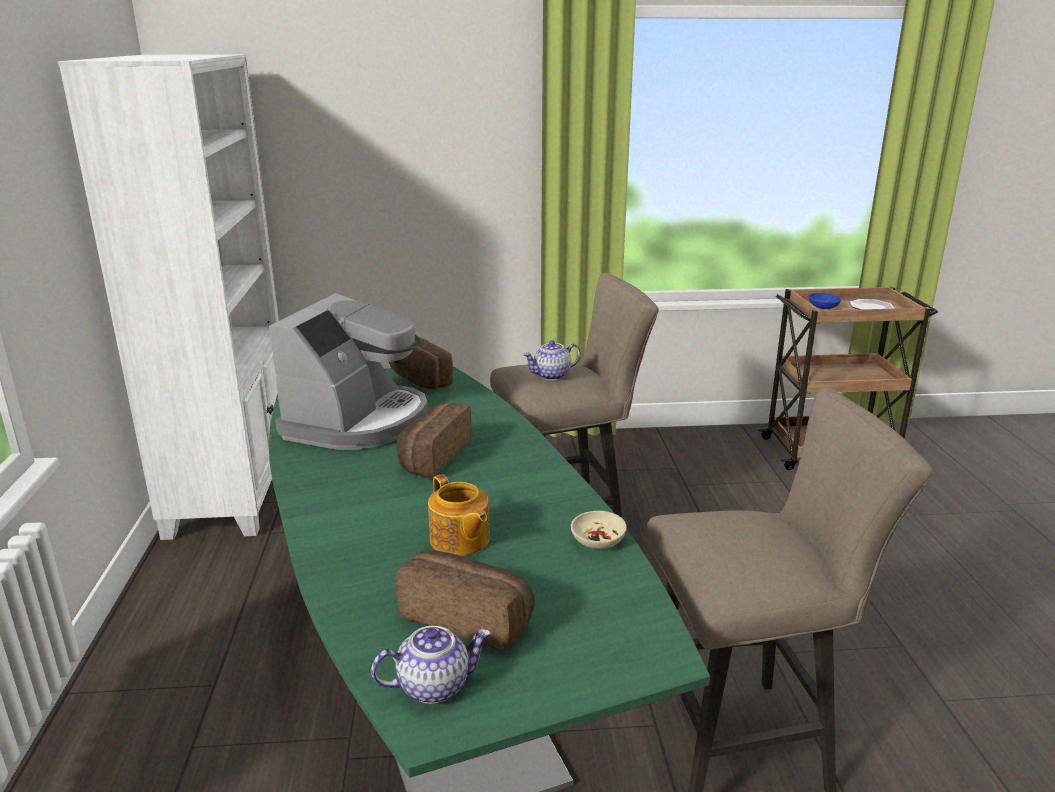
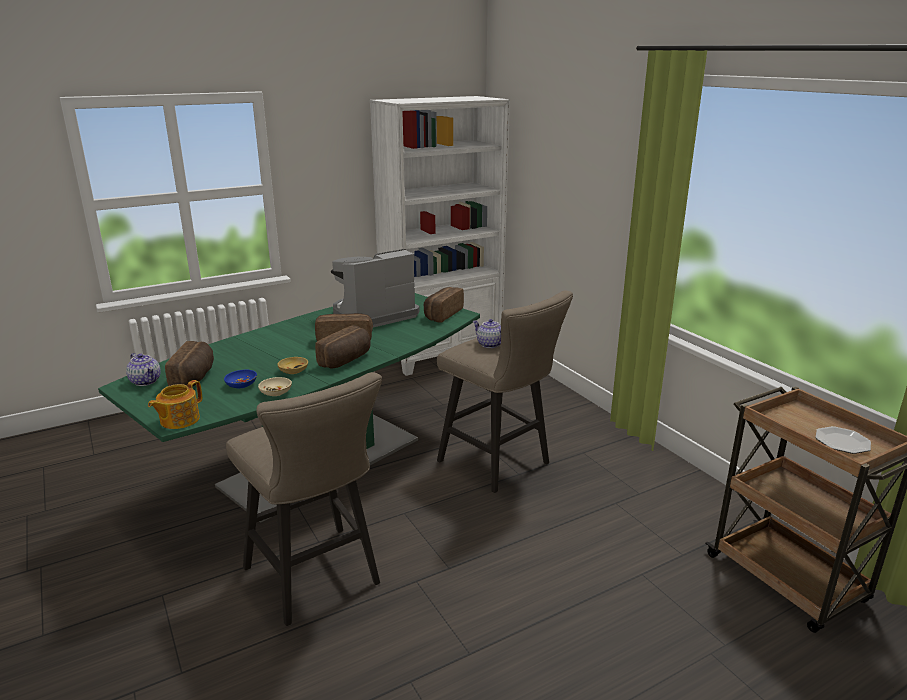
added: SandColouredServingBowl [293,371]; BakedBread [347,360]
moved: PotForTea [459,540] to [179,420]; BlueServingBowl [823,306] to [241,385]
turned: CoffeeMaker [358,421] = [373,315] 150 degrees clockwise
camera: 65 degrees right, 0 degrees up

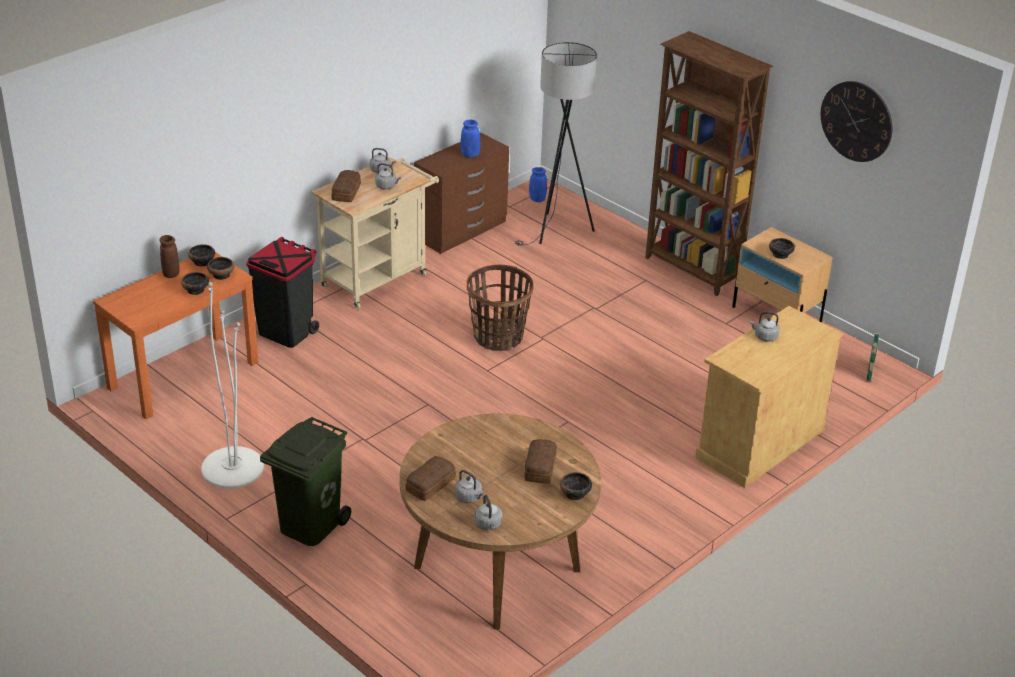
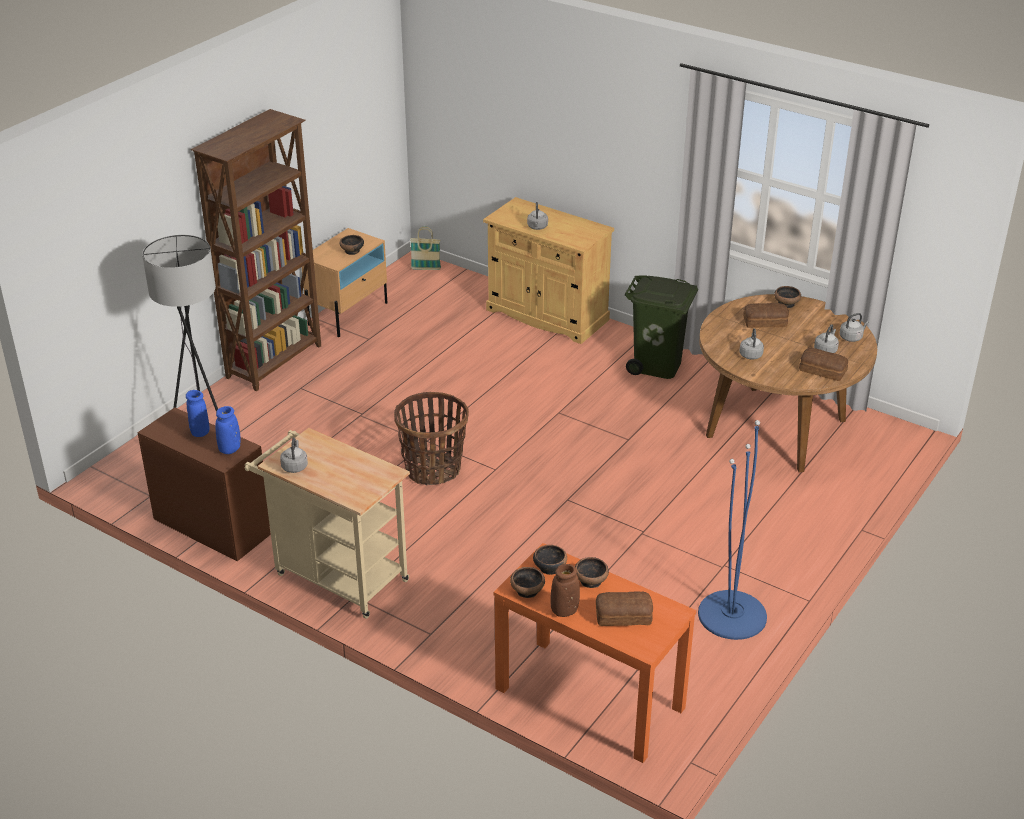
removed: BlackRubbishBin [286,332]; ClockOnTheWall [856,121]
moved: GreenRubbishBin [309,525] to [657,366]; BakedBread [347,192] to [622,615]; GreyishWaterKettle [387,186] to [750,354]; BlueFlowerVase [537,199] to [229,449]
recoloured: WhiteStandingLamp [232,468] to BlueStandingLamp [732,615]
camera: 100 degrees left, 0 degrees up

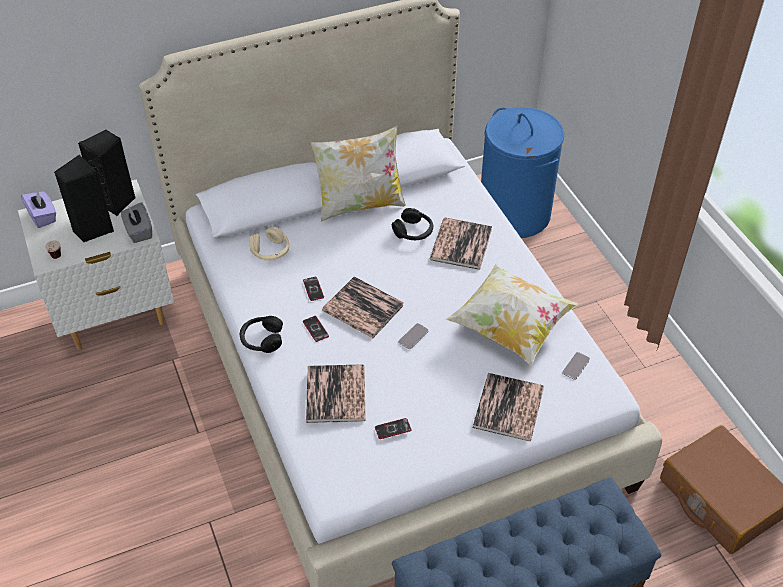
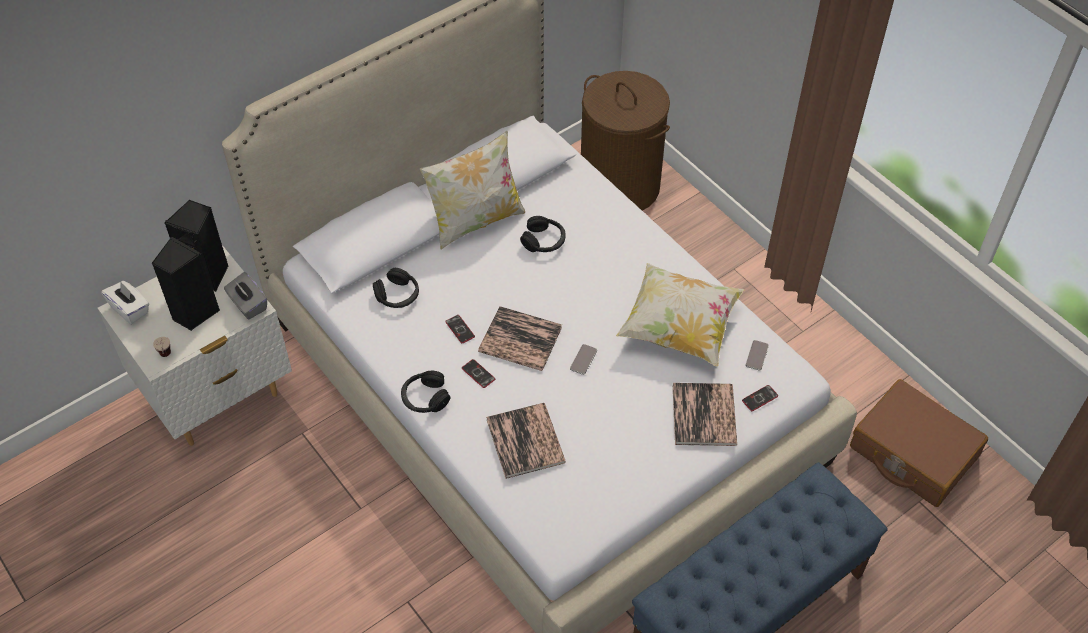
removed: Volume [461,244]
moved: Handset [393,429] to [760,398]
recoloured: PurpleBoxOfTissues [42,216] to WhiteBoxOfTissues [130,309]; SandColouredHeadset [270,251] to BlackHeadset [397,295]; BlueWashingBasket [514,214] to BrownishWashingBasket [620,186]
camera: 15 degrees left, 5 degrees up

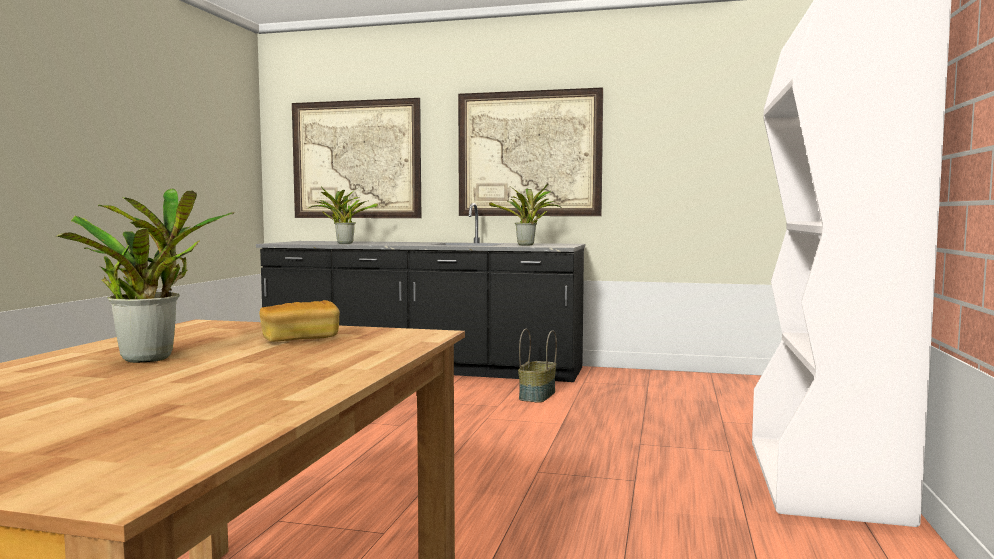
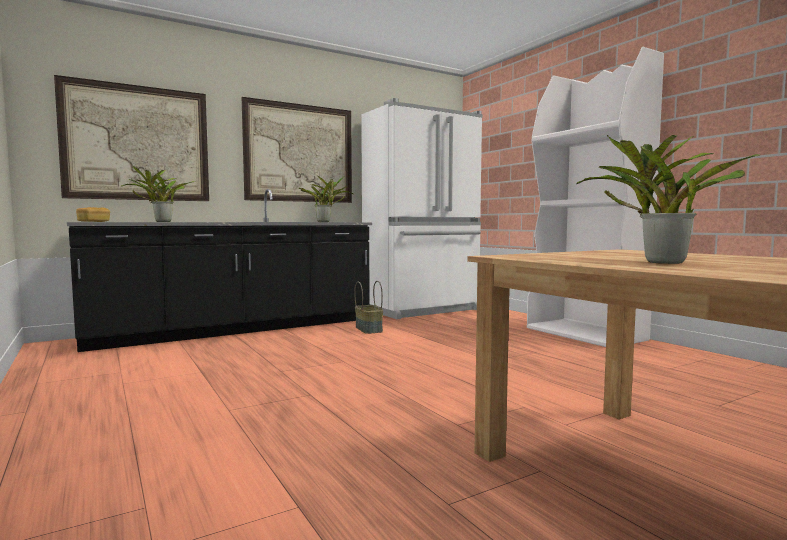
added: WhiteFridge [423,310]
moved: BakedBread [300,339] to [94,221]
camera: 45 degrees left, 0 degrees up

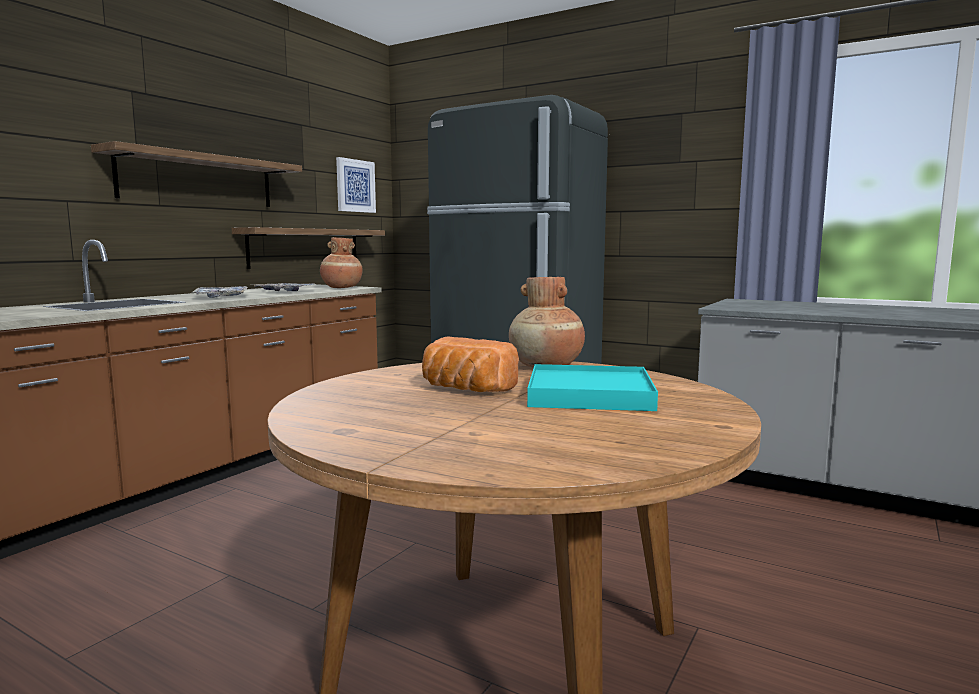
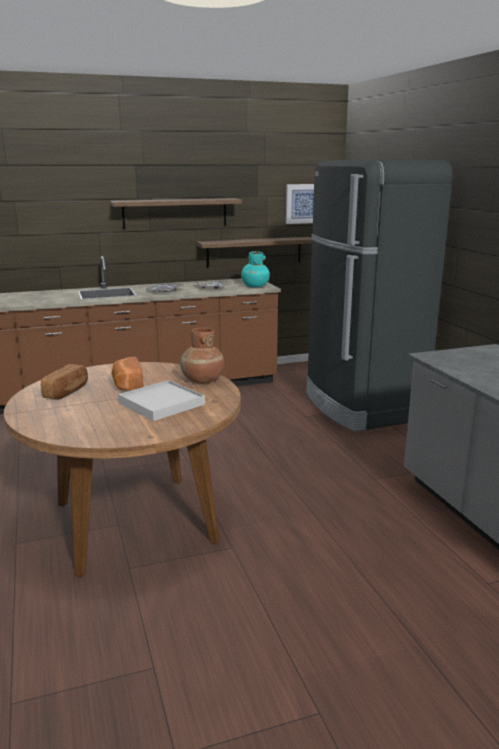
added: BakedBread [67,392]
recoloured: BrownishFlowerVase [341,287] to BlueGreenFlowerVase [255,286]; BlueGreenTray [589,394] to WhiteTray [161,403]
camera: 40 degrees right, 10 degrees up

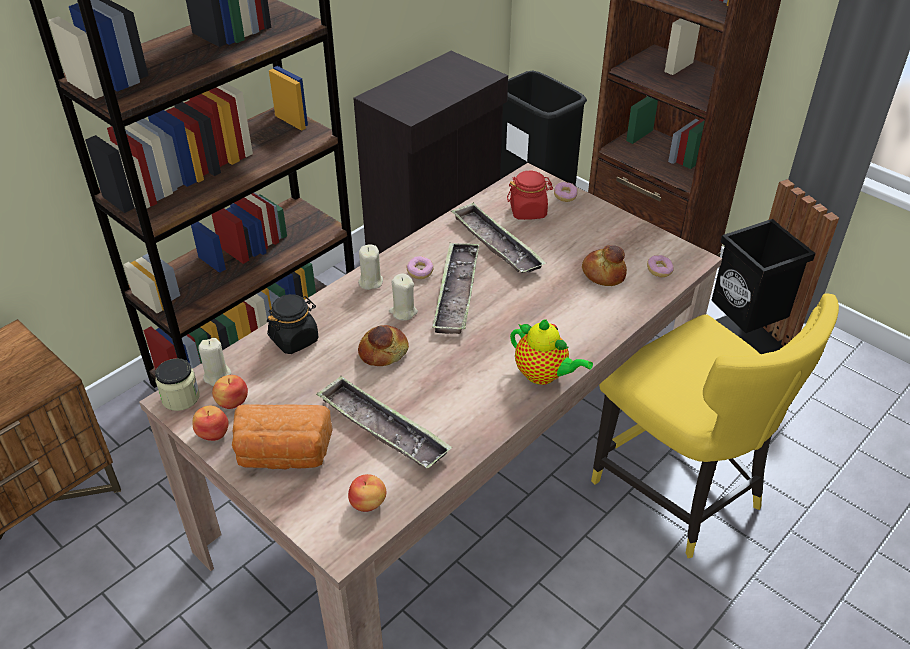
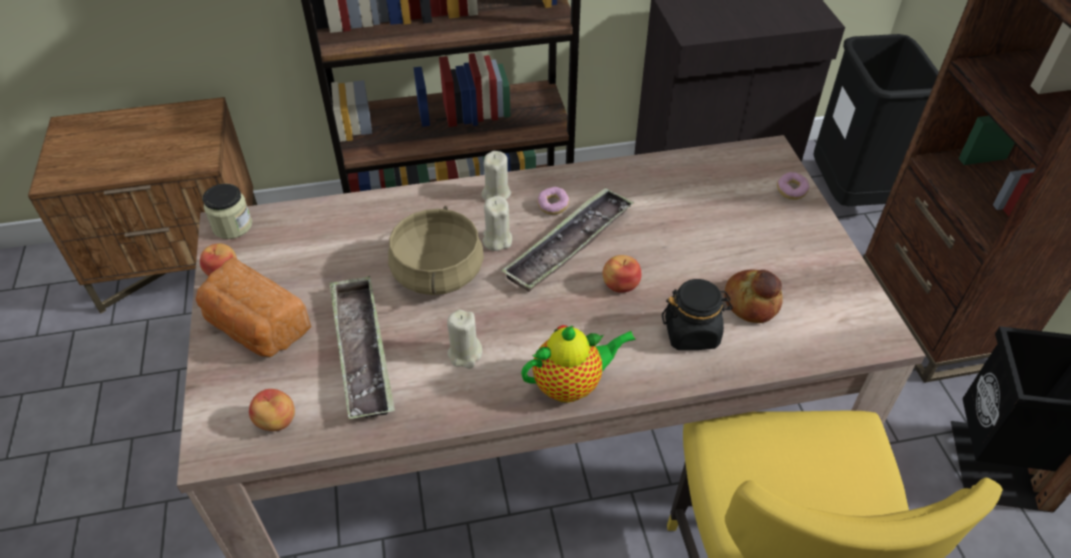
removed: Tray [496,244]; RedColouredStorageJar [528,211]; Doughnut [659,271]
moved: SandColouredWaxLight [217,376] to [465,354]; WholeApple [232,401] to [620,284]; BlackStorageJar [294,339] to [692,333]
replaced: BakedBread [383,352] to SandColouredCookingPot [438,273]
turned: PotForTea [543,375] = [571,384] 90 degrees counterclockwise
camera: 35 degrees right, 5 degrees up

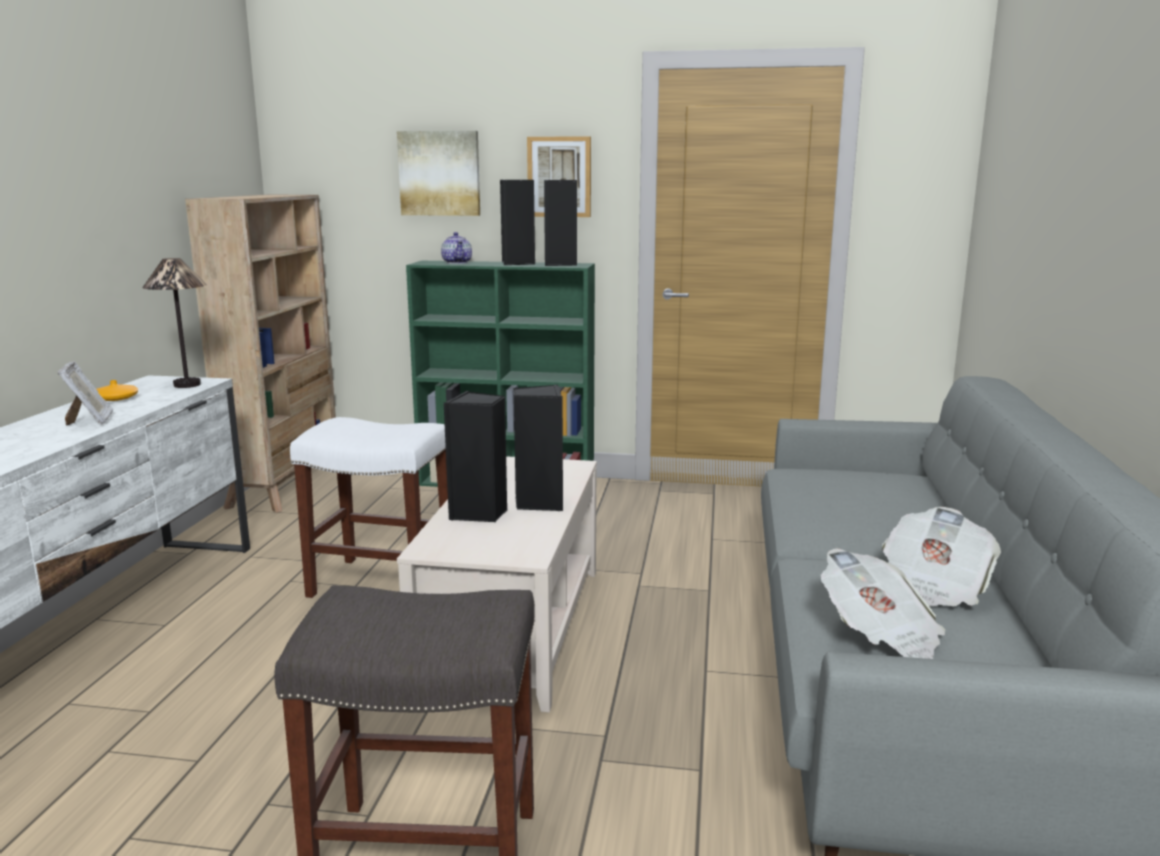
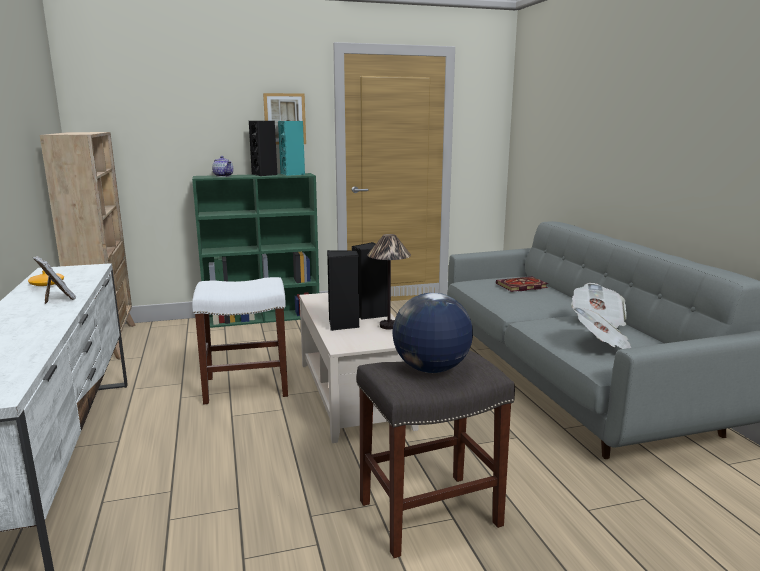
removed: Picture [440,173]
added: DeskGlobe [431,369]; Volume [521,286]
moved: TabletopLamp [187,385] to [388,326]
recoloured: BlackSpeaker [560,264] to BlueGreenSpeaker [293,174]
camera: 25 degrees left, 0 degrees up

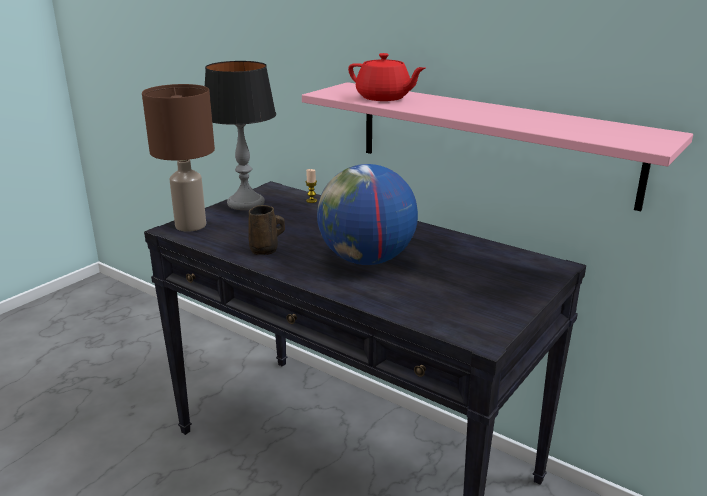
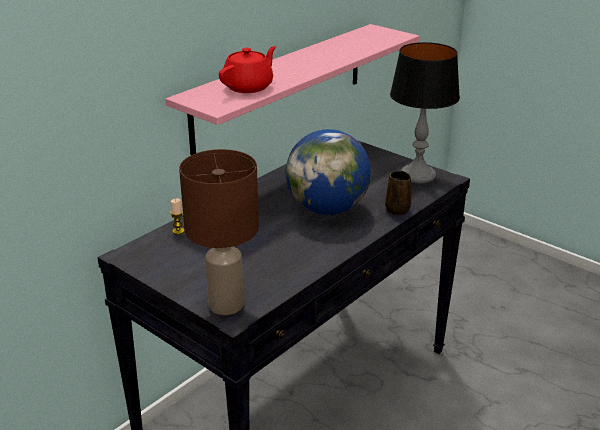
moved: TabletopLamp [246,203] to [417,175]; BrownishMug [265,250] to [397,209]
camera: 85 degrees left, 5 degrees up

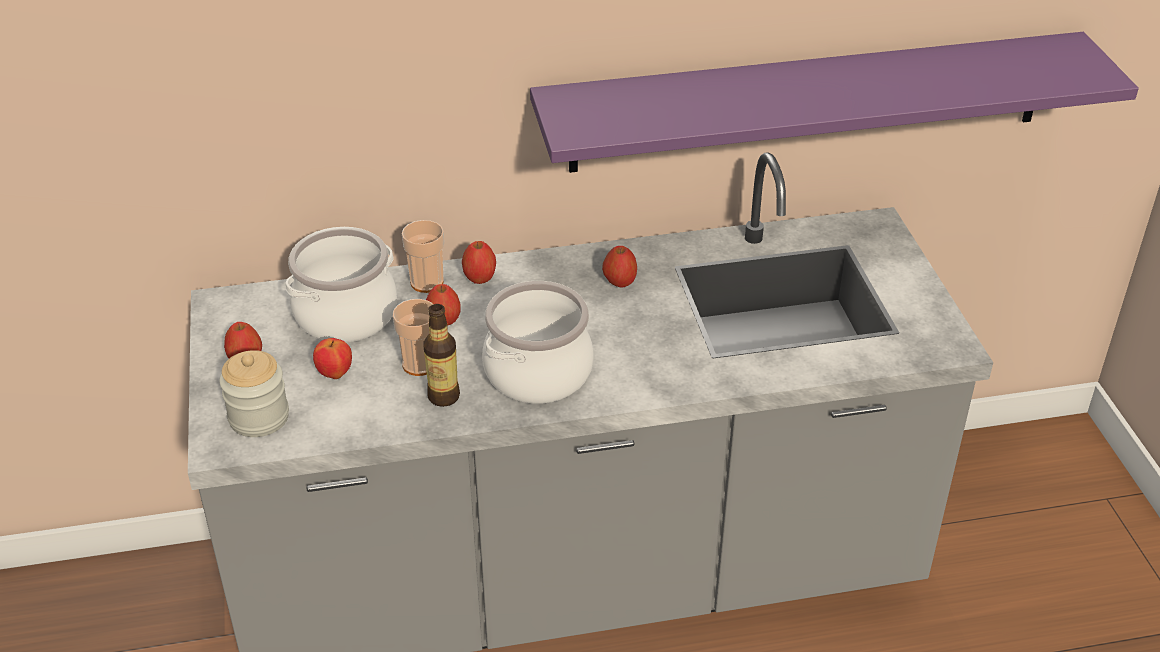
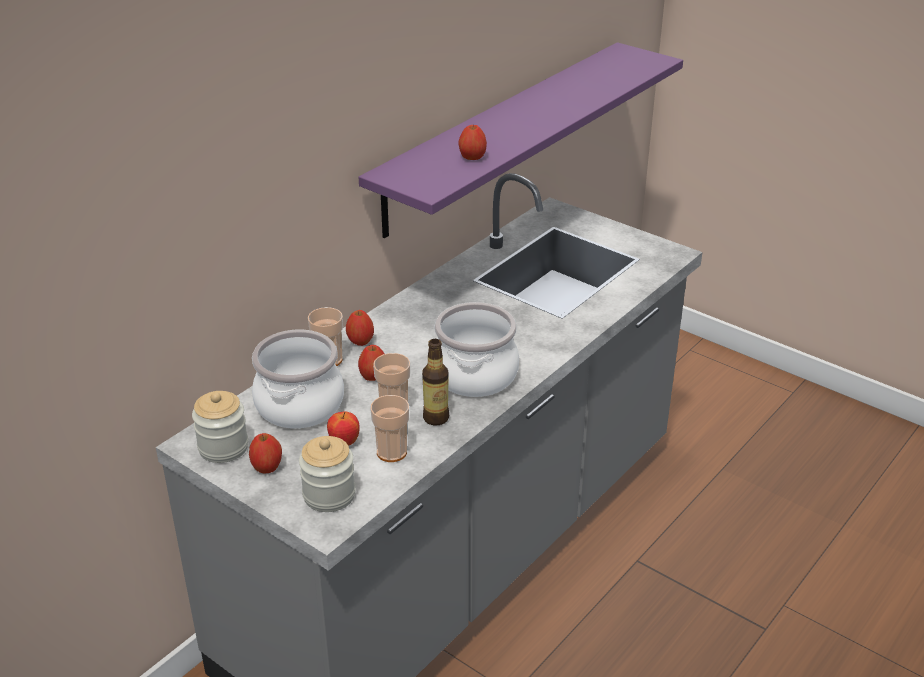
added: StorageJar [223,447]; SmallCup [391,452]
moved: WholeApple [619,282] to [472,158]
camera: 40 degrees left, 5 degrees down

